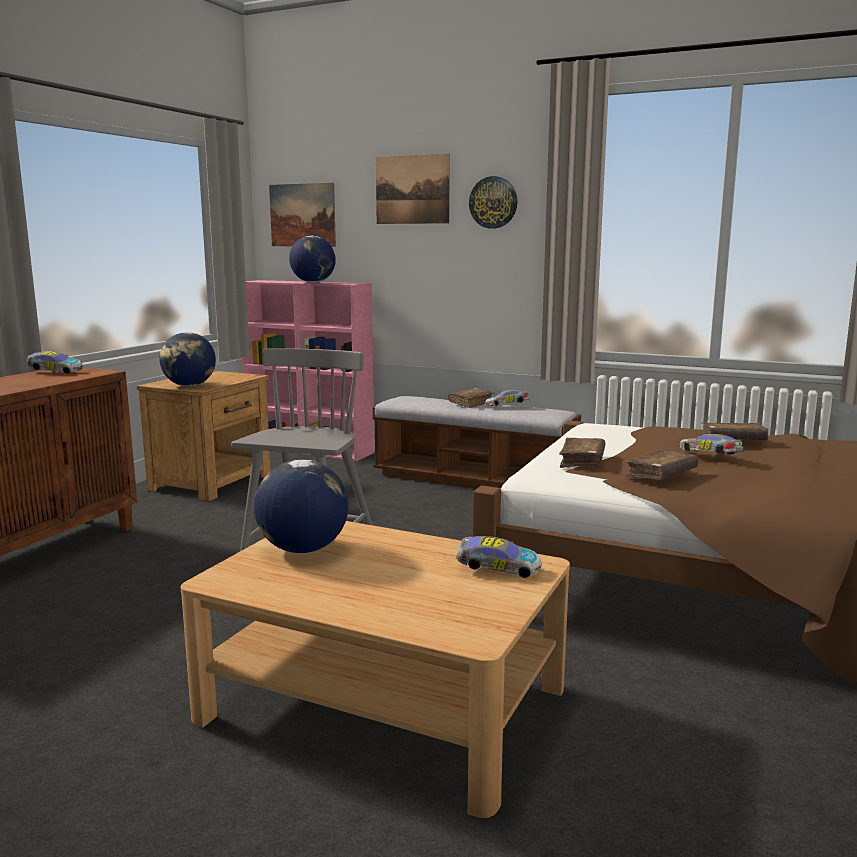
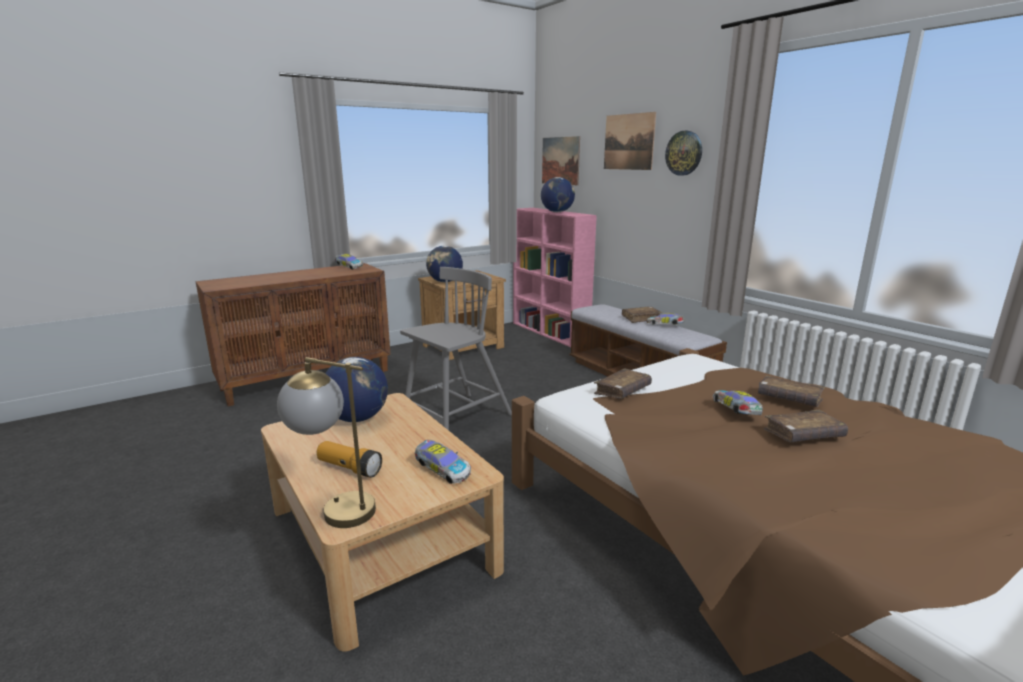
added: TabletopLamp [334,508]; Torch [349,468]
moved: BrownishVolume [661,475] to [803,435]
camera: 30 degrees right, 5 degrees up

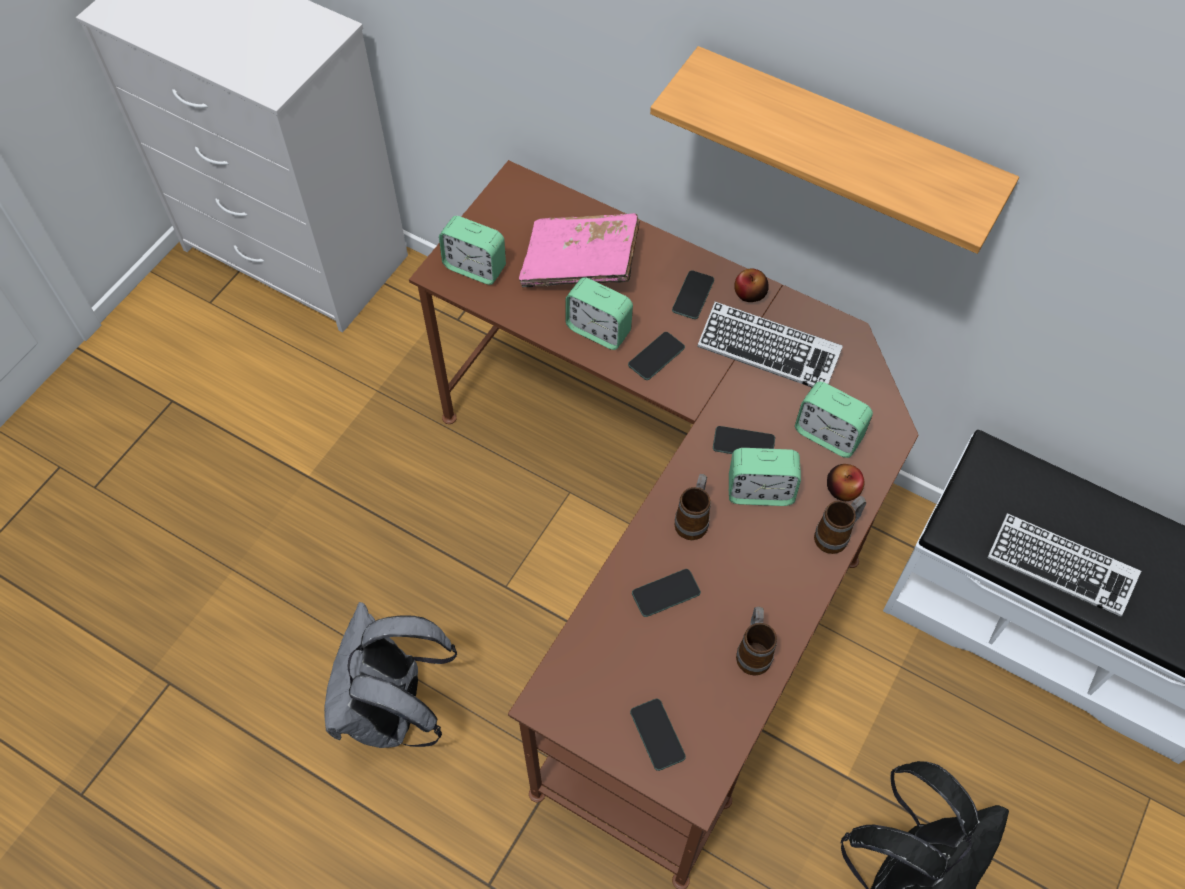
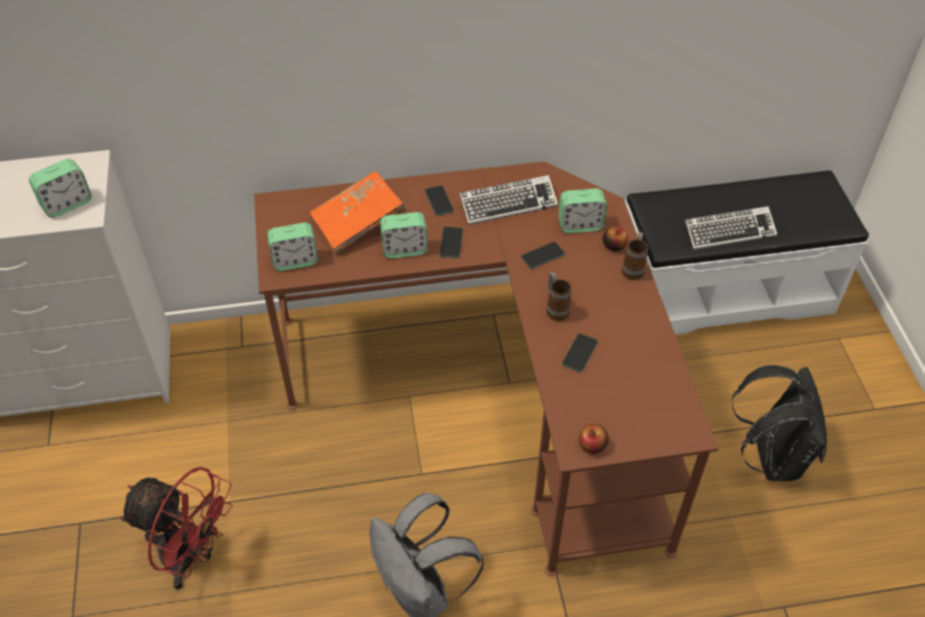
removed: Handset [657,734]; WallShelf [843,146]; Mug [753,651]
added: RedColouredElectricFan [191,556]
moved: BedsideClock [760,491] to [67,204]; WholeApple [749,294] to [592,445]
recoloured: PinkColouredVolume [581,264] to OrangeyVolume [358,222]
camera: 40 degrees left, 10 degrees down

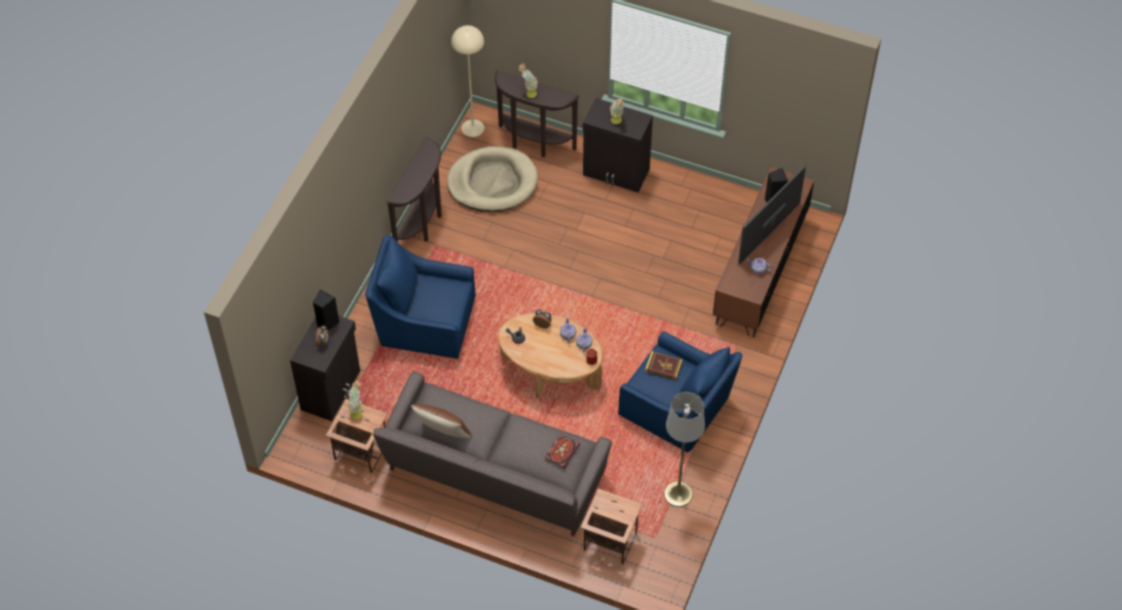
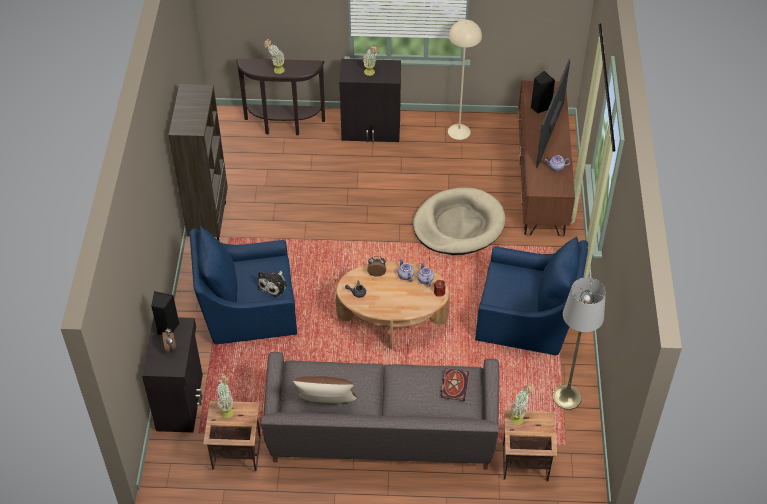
removed: Volume [663,367]
added: PlushToy [274,285]; PlantInAPot [519,417]
moved: SandColouredPetBed [492,182] to [458,225]; SandColouredStandingLamp [473,128] to [459,131]
replaced: BrownishHallTable [423,224] to BrownishShelvingUnit [208,222]
camera: 20 degrees left, 5 degrees down

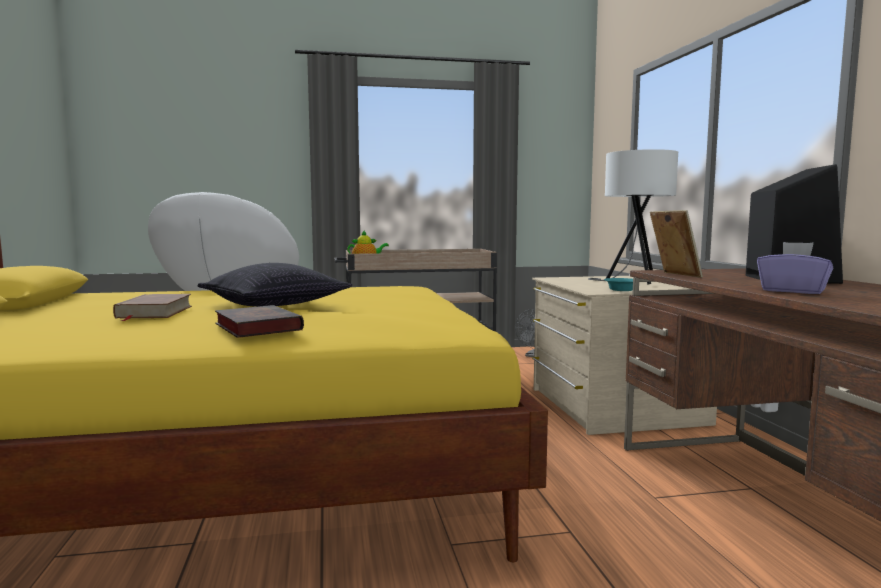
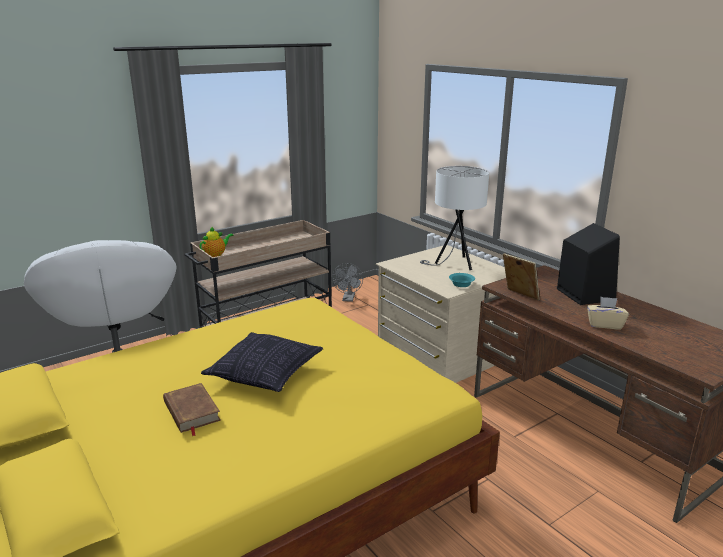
removed: Volume [256,327]
recoloured: PurpleBoxOfTissues [793,291] to SandColouredBoxOfTissues [604,324]
camera: 25 degrees left, 15 degrees up

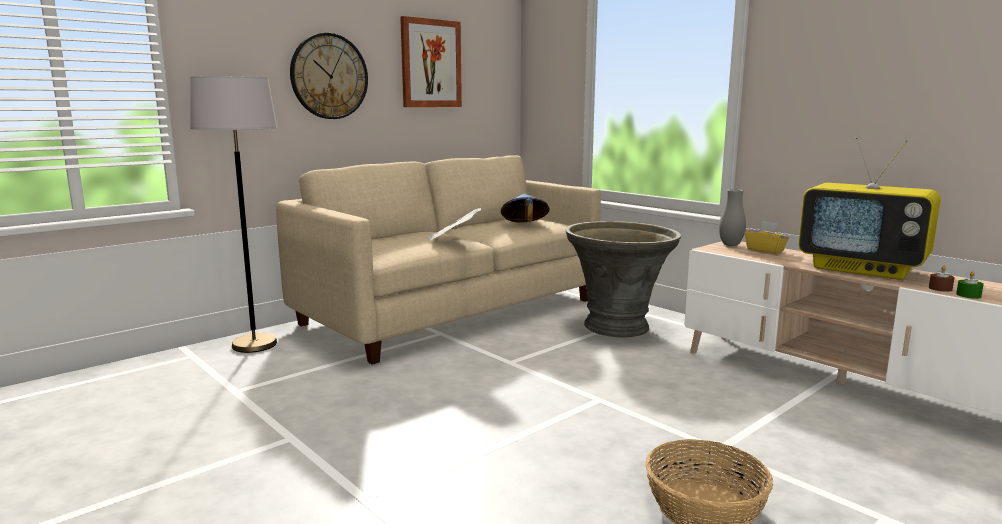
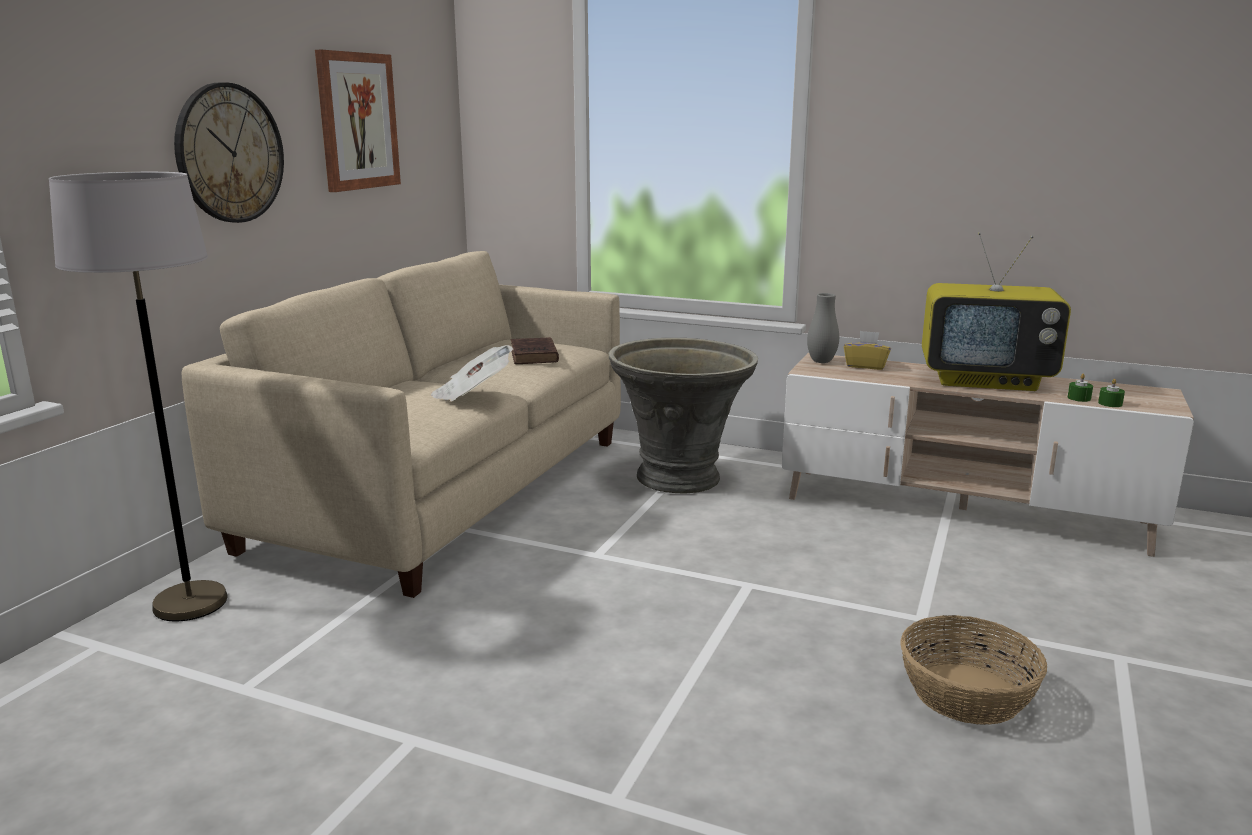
replaced: BlueClothingHat [524,225] to BrownishVolume [534,356]
recoloured: BrownishWaxLight [940,288] to GreenWaxLight [1079,398]
camera: 25 degrees left, 5 degrees up

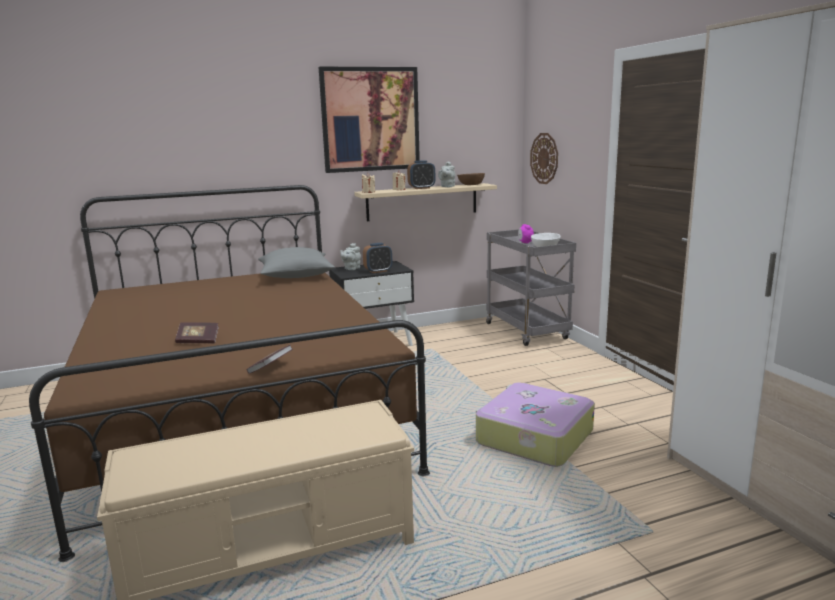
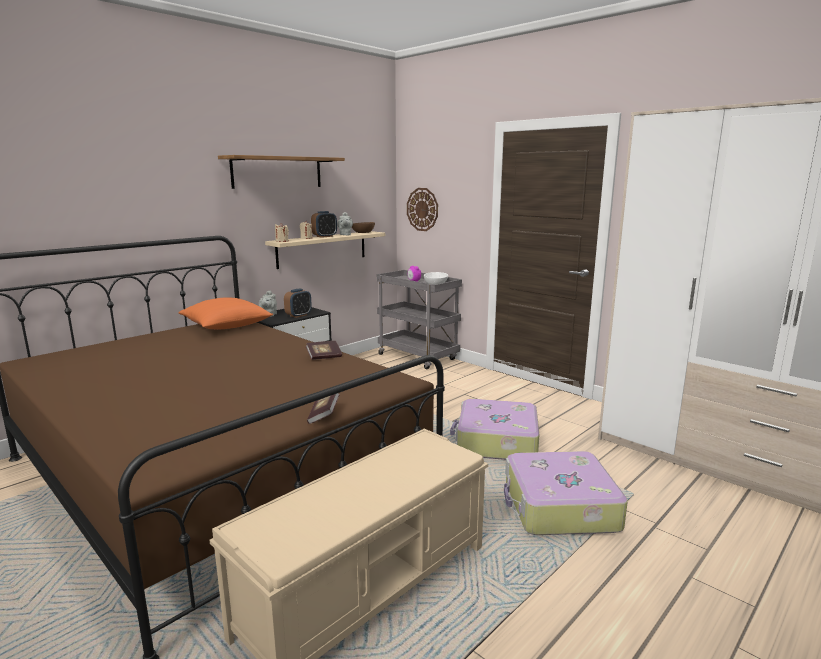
added: PieceOfLuggage [559,507]
moved: Volume [198,341] to [324,357]
replaced: Picture [370,119] to WallShelf [277,172]
recoloured: GreyishPillow [296,276] to OrangeyPillow [226,326]
camera: 25 degrees left, 0 degrees up

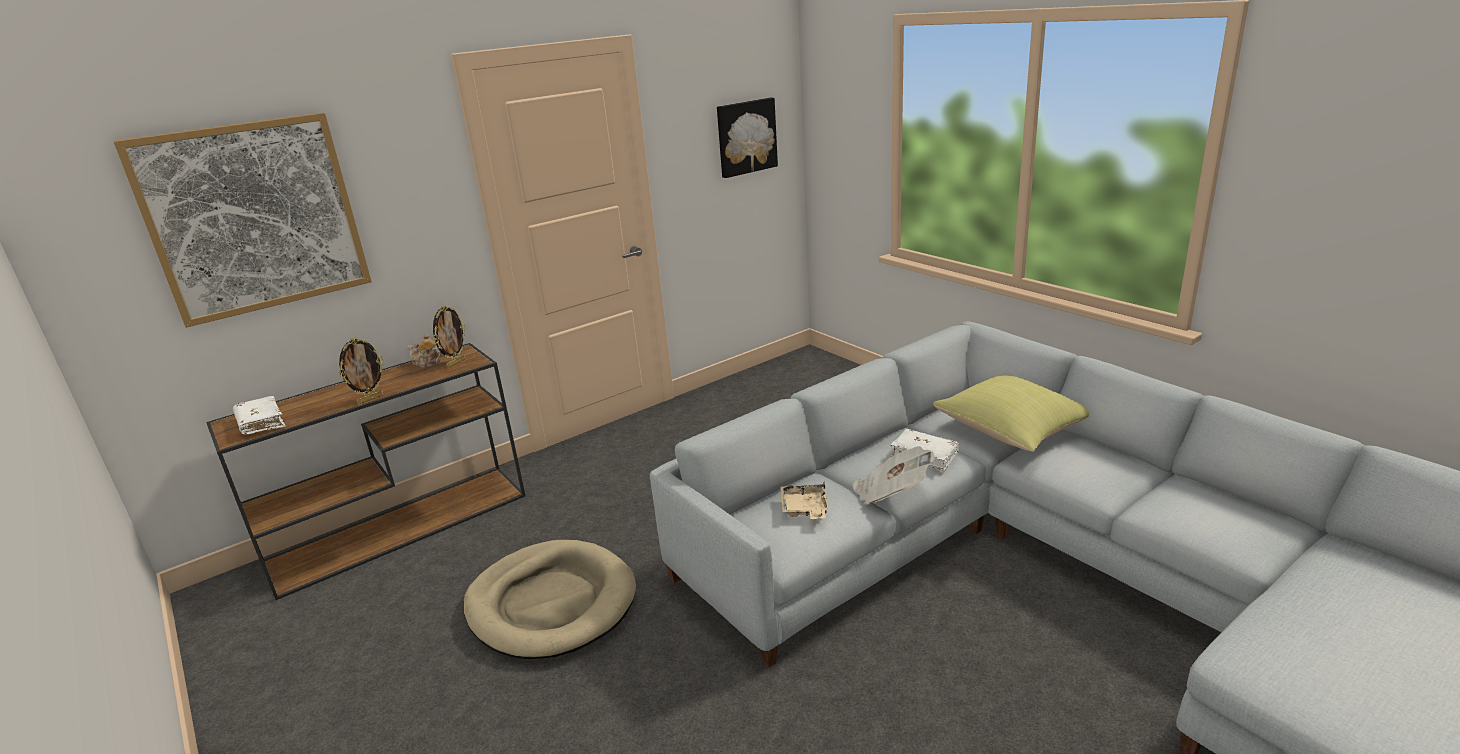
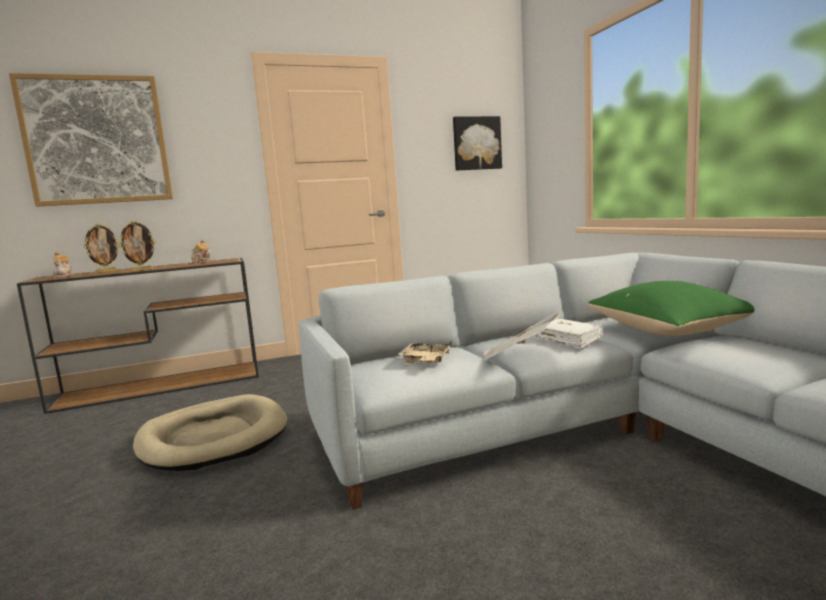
moved: StandingFrame [456,363] to [106,271]
replaced: WhiteVolume [261,423] to PotForTea [64,276]
recoloured: YellowPillow [1014,431] to GreenPillow [672,332]
camera: 15 degrees right, 15 degrees down

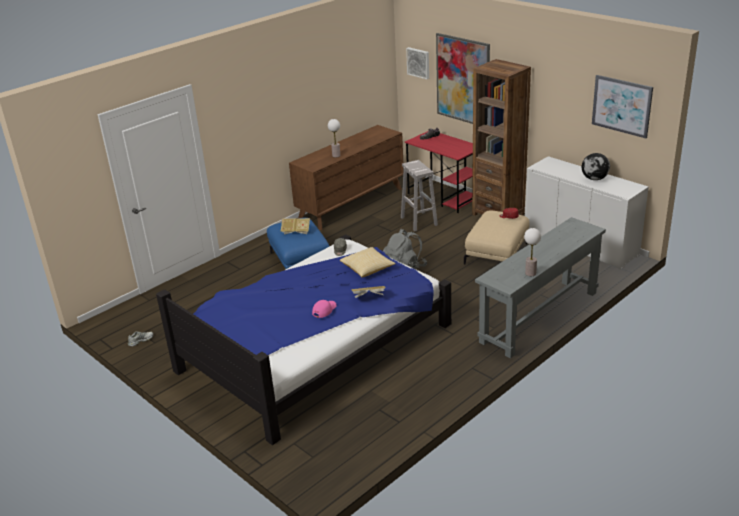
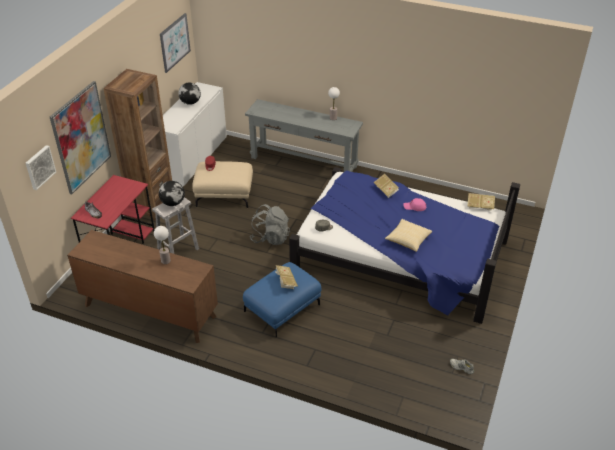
added: DeskGlobe [173,203]; Volume [480,206]
moved: Pillow [367,269] to [408,240]
camera: 115 degrees left, 10 degrees up

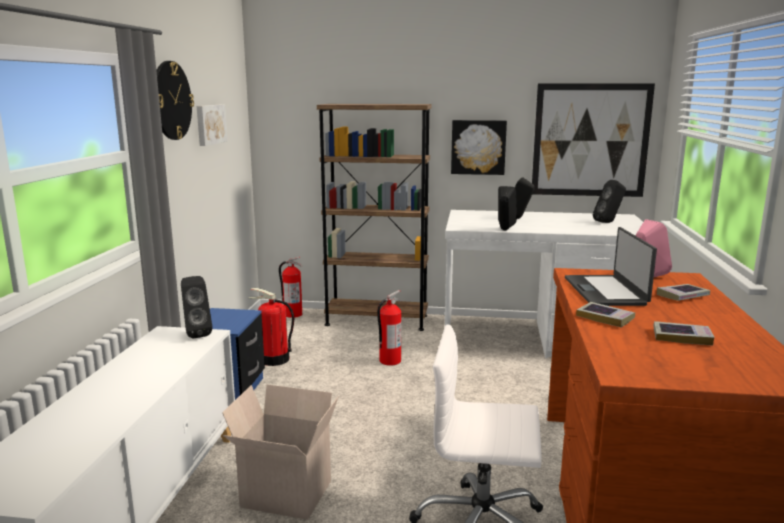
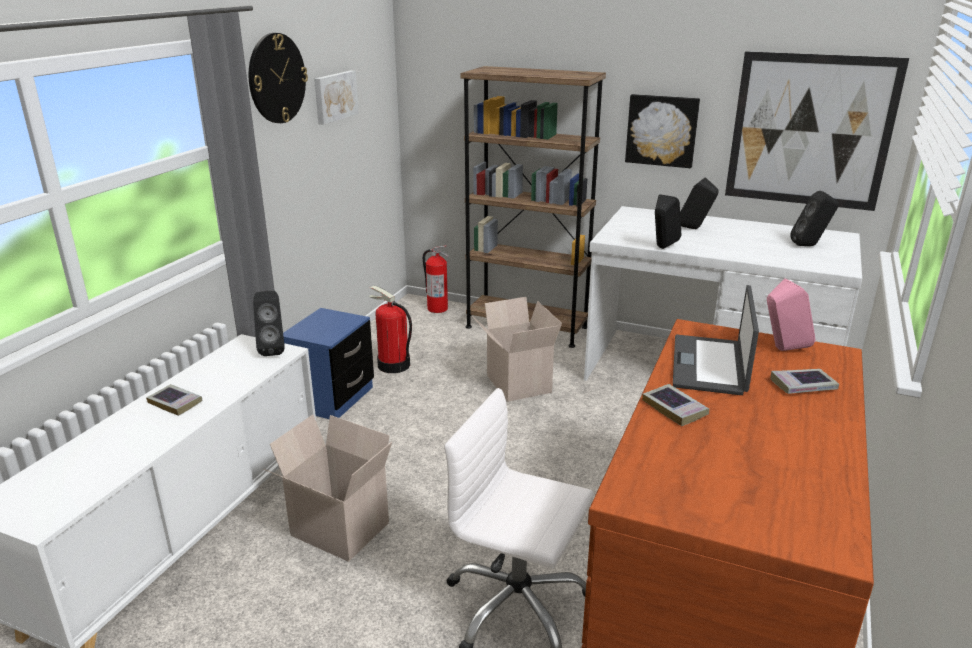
moved: Volume [682,337] to [175,403]
replaced: Extinguisher [389,361] to PackingBox [516,384]
camera: 15 degrees right, 10 degrees up

